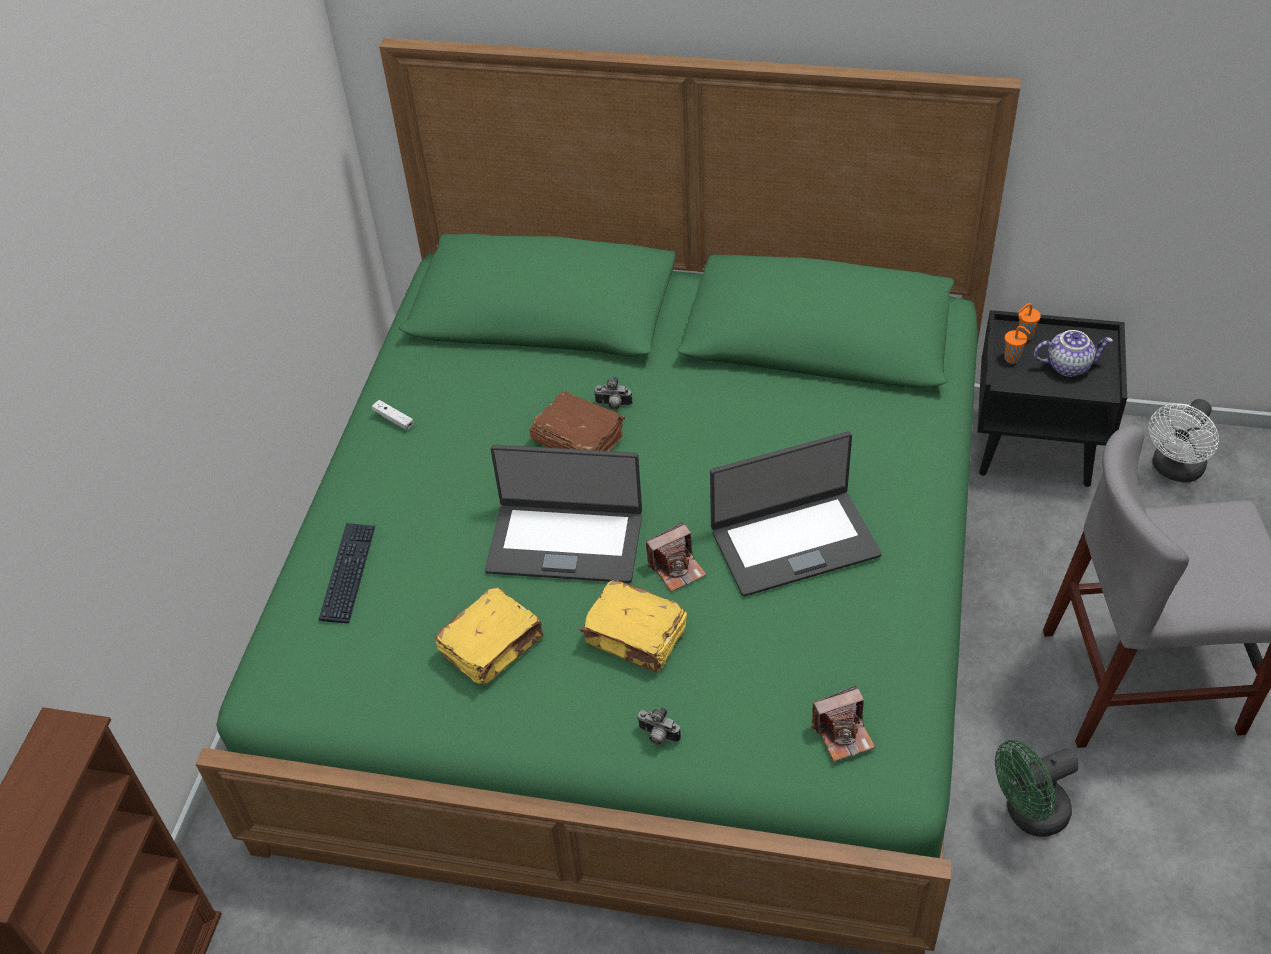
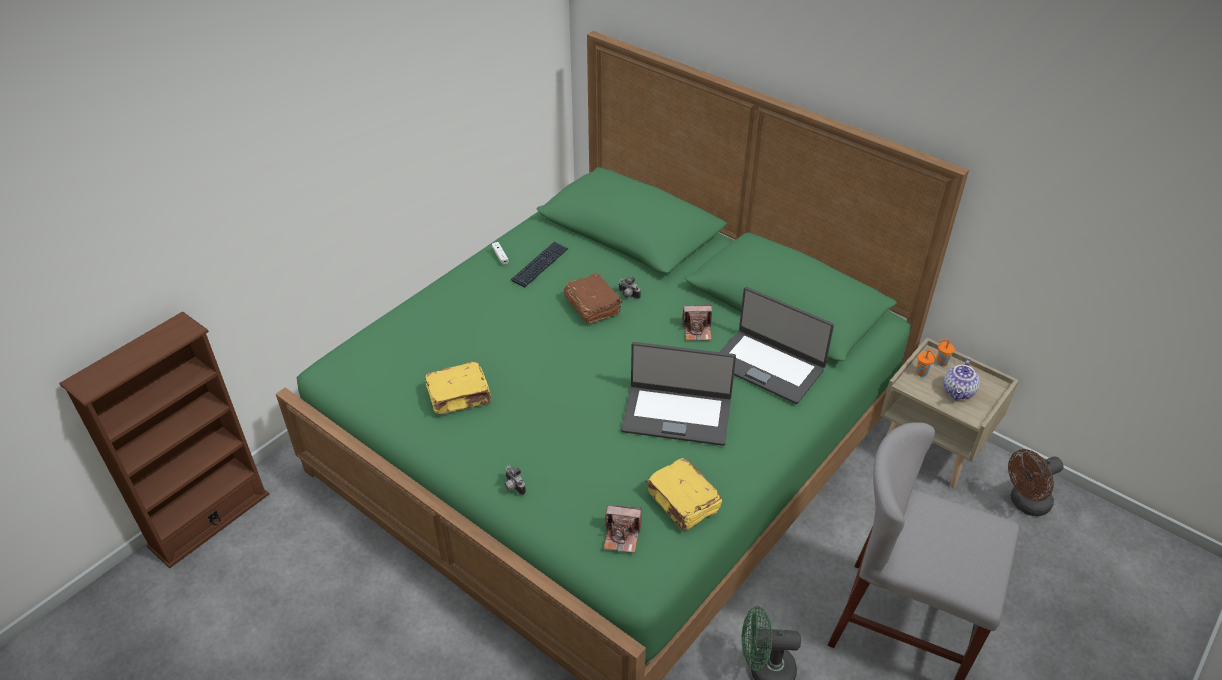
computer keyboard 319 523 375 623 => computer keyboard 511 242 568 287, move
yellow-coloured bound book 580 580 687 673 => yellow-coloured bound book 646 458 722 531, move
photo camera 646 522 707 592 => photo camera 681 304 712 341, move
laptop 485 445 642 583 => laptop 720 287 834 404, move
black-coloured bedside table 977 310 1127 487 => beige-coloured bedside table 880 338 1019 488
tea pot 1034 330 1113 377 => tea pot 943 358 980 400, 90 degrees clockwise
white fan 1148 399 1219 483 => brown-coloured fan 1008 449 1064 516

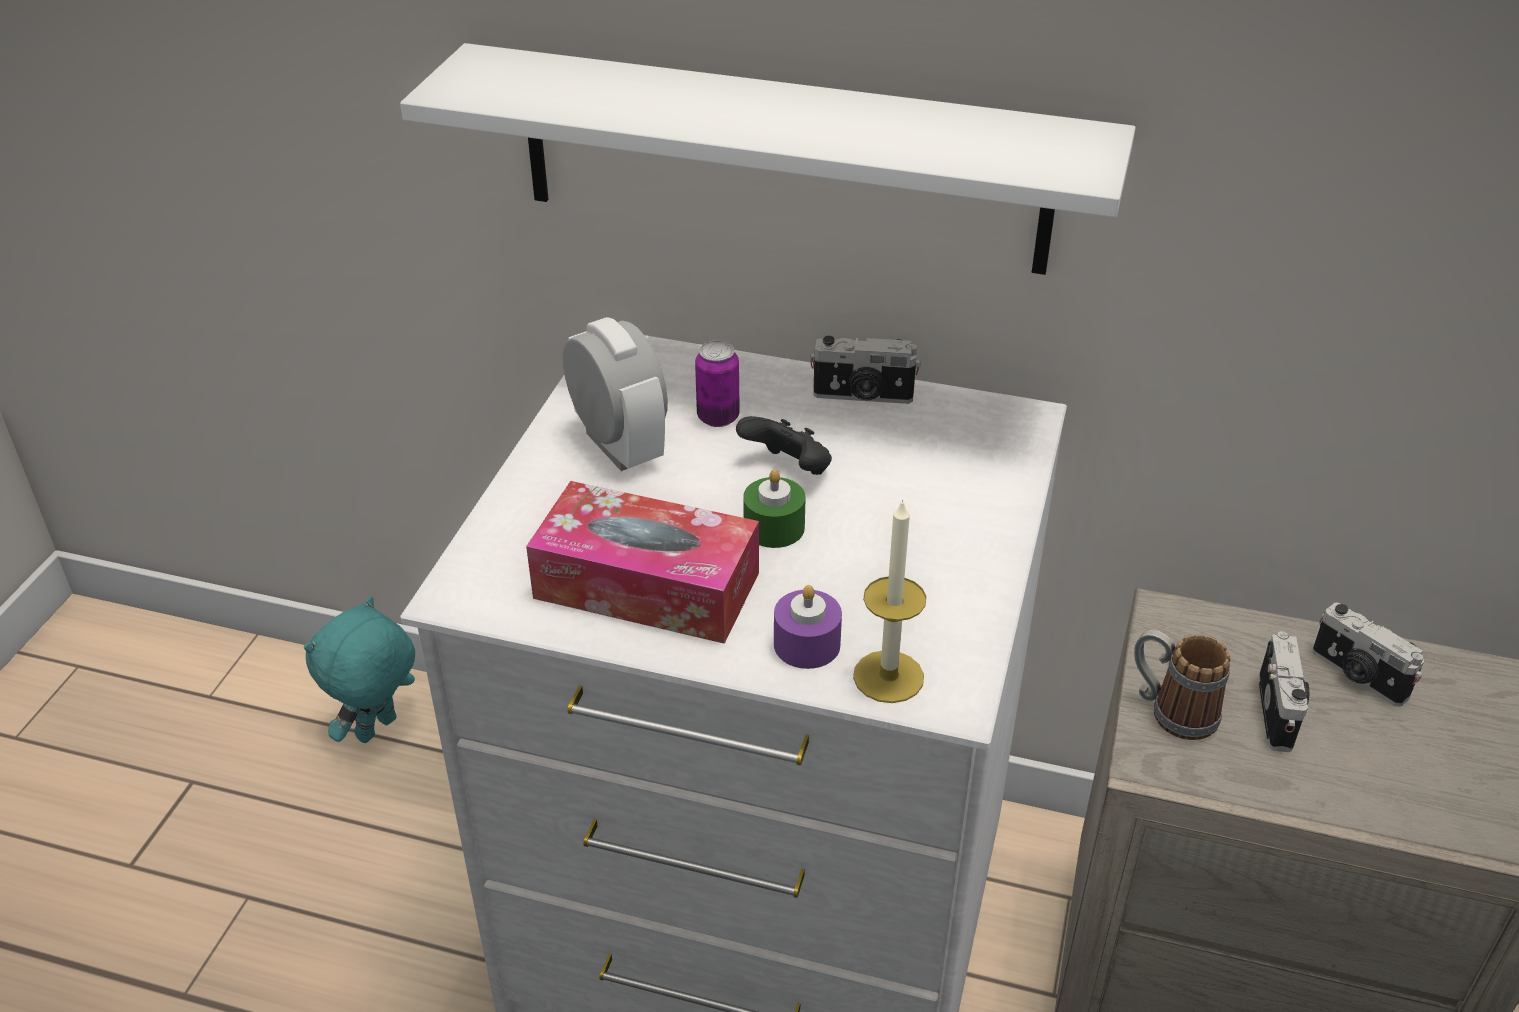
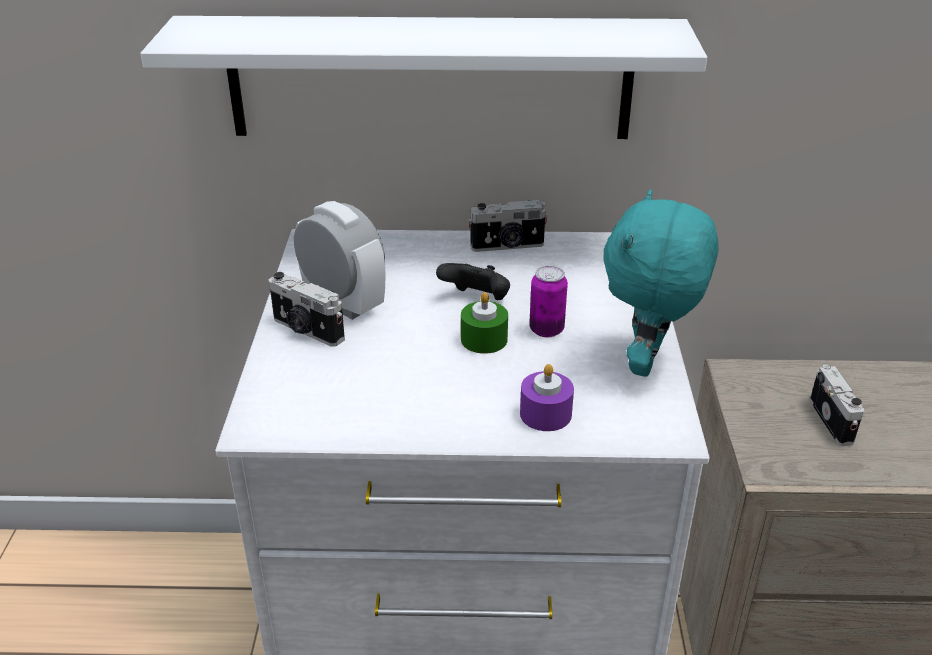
photo camera 1312 603 1424 707 => photo camera 269 272 345 347, move
metal can 695 340 740 427 => metal can 529 266 568 337, move
turquoise-coloured soft toy 304 596 415 743 => turquoise-coloured soft toy 604 189 719 377, move
box of tissues 526 481 759 644 => nothing
wax light 853 499 927 703 => nothing
coffee mug 1134 630 1230 740 => nothing

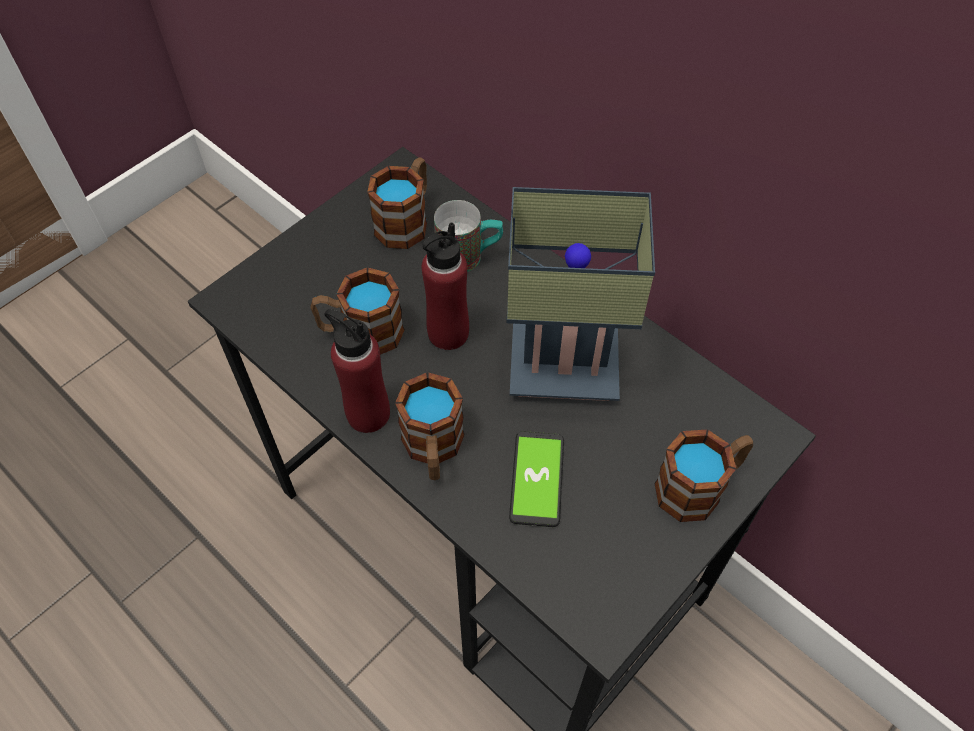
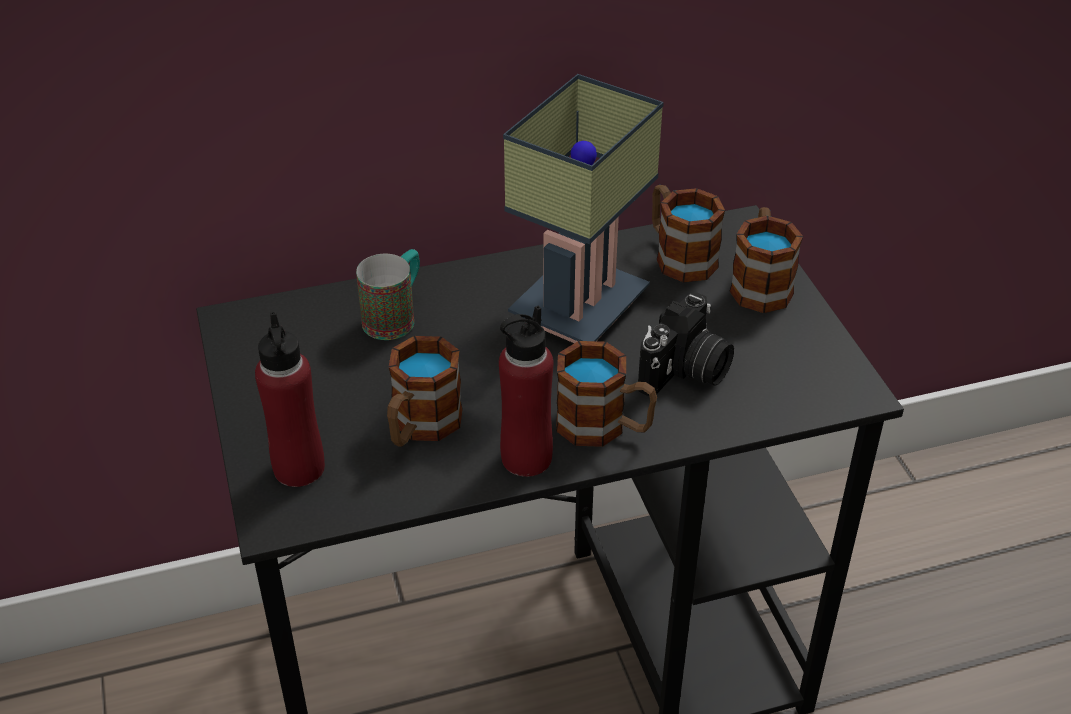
red drink bottle 422 222 469 350 => red drink bottle 255 312 325 487, move
handset 509 431 564 527 => photo camera 638 293 734 396
coffee mug 367 158 427 249 => coffee mug 652 185 725 283, move

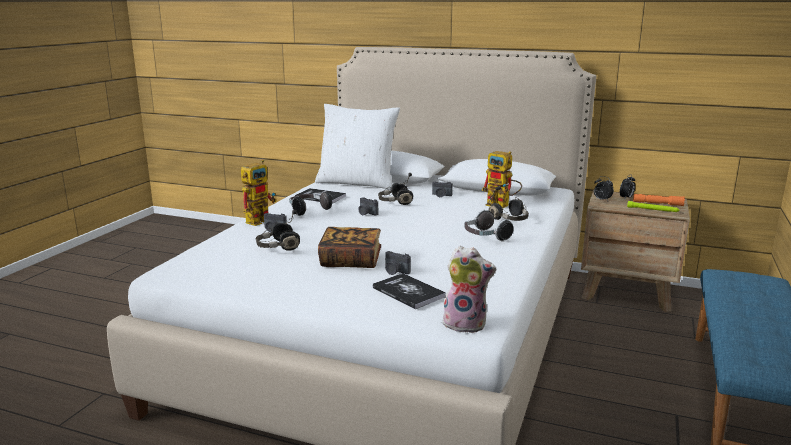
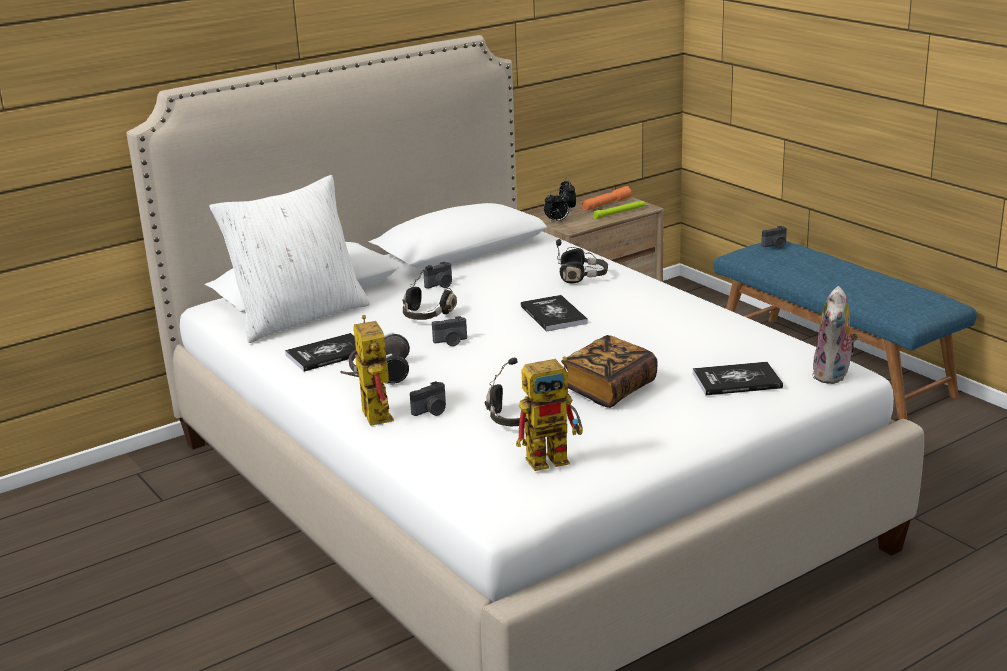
toy robot 482 151 522 209 => toy robot 516 357 583 471, move
nothing => bound book 521 295 588 332
photo camera 385 251 411 275 => photo camera 761 226 787 248, move
soft toy 442 246 496 333 => soft toy 812 286 859 384, 150 degrees clockwise
pair of headphones 464 209 514 242 => nothing

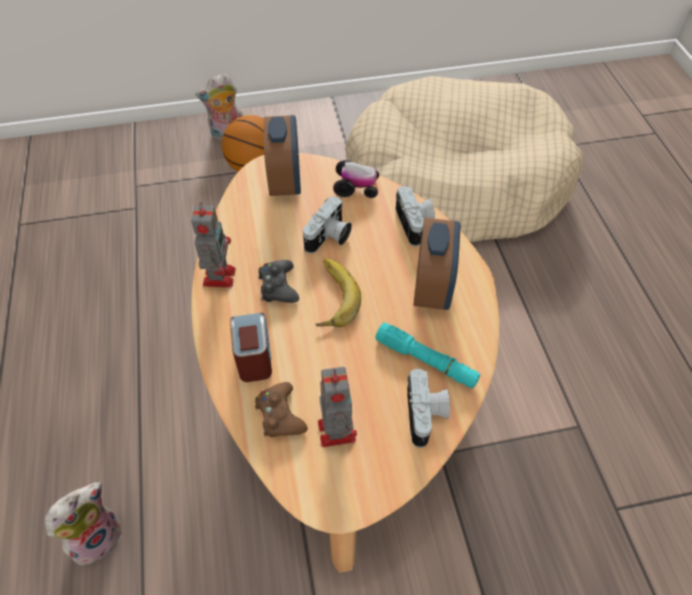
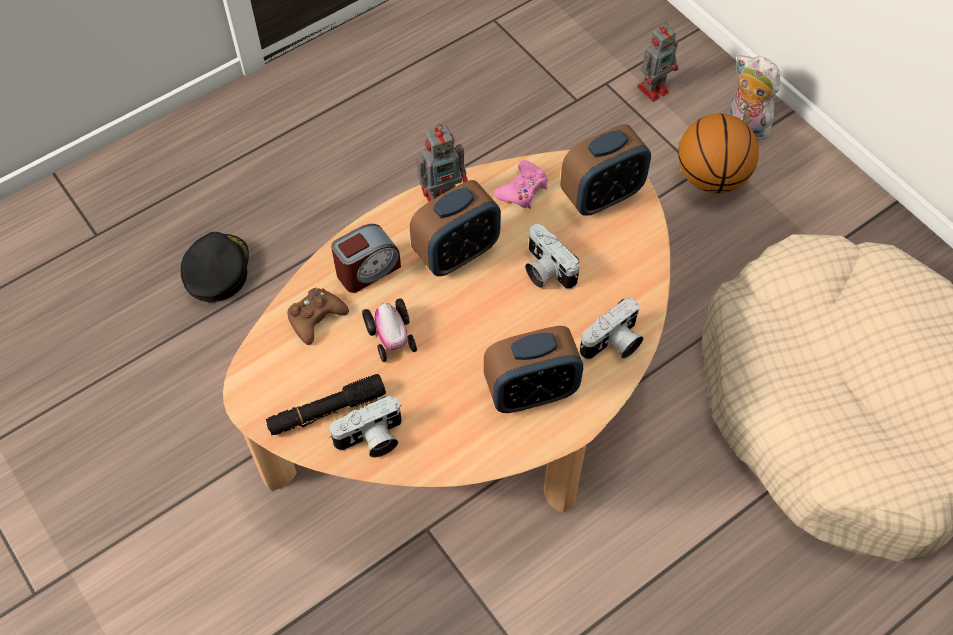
soft toy 45 482 122 566 => black-coloured peaked cap 181 232 249 302
nothing => black-coloured hand torch 266 374 386 435
toy car 333 160 379 198 => toy car 362 298 417 362, move
black-coloured joypad 258 260 299 303 => table clock 410 180 501 276
nothing => pink joypad 494 160 548 209
photo camera 303 196 352 254 => photo camera 525 224 580 290, 45 degrees clockwise
toy robot 318 367 357 447 => toy robot 637 22 678 102, move
banana fruit 316 258 361 327 => nothing
turquoise-coloured hand torch 375 323 480 388 => nothing

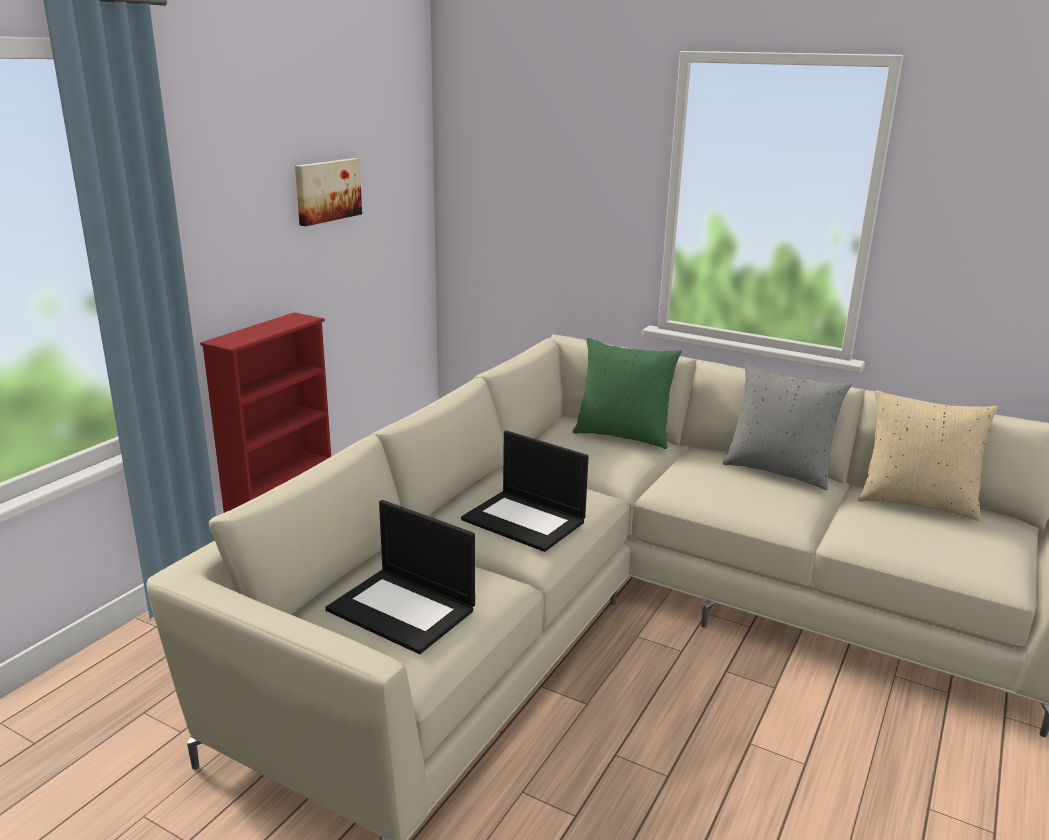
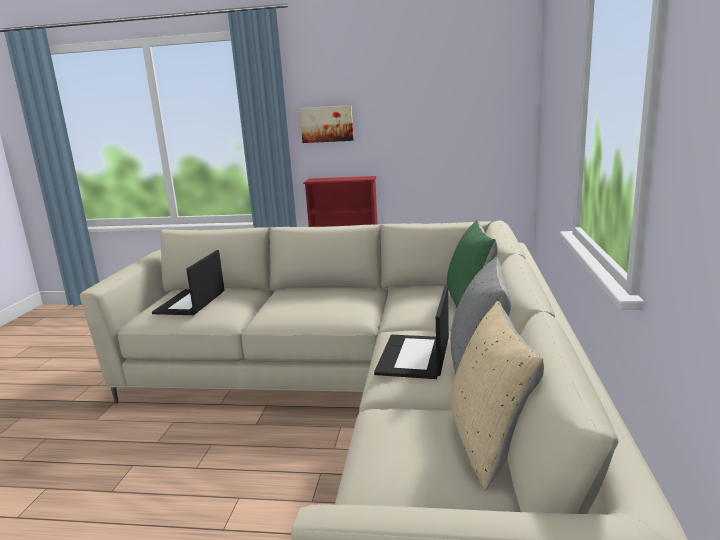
wall art 295 158 362 226 => wall art 299 105 354 143, move
laptop 461 430 589 552 => laptop 374 285 449 379, move

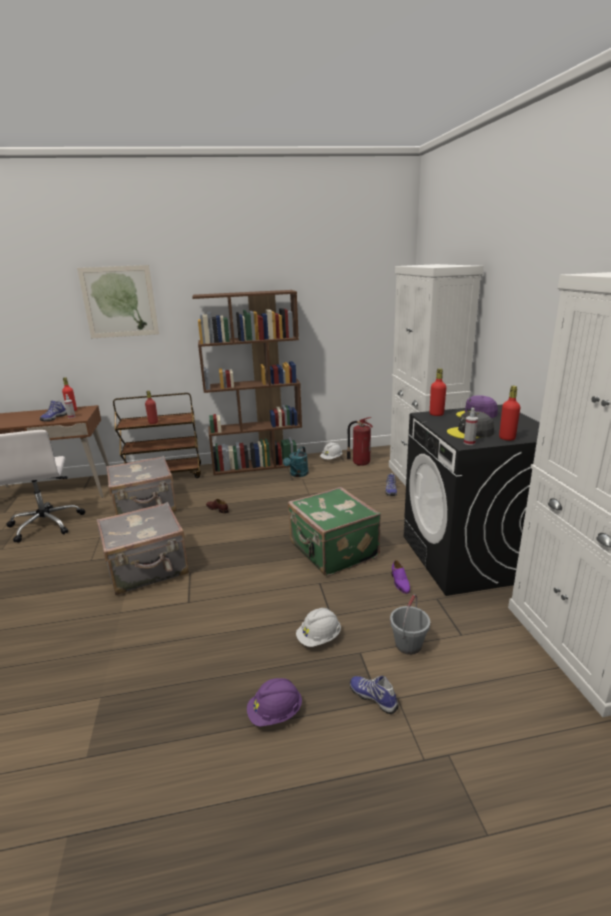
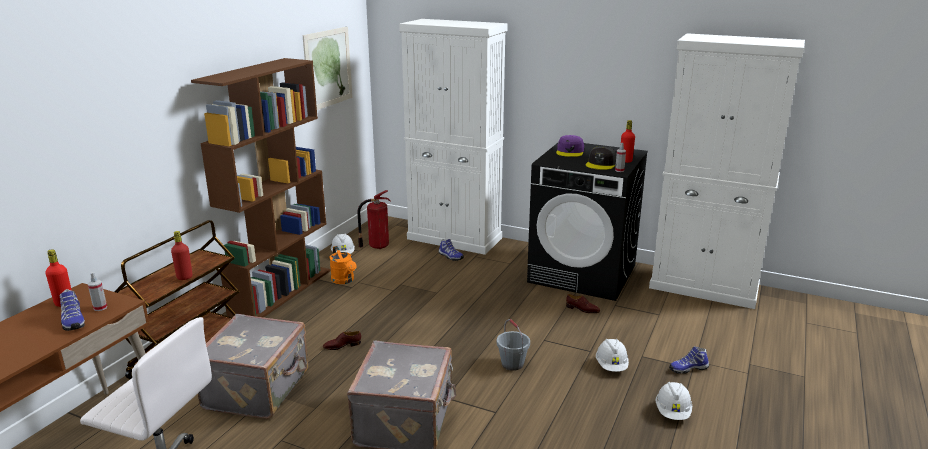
wall art 77 265 159 338 => wall art 303 27 352 110, move
turquoise-coloured watering pot 283 446 309 477 => orangey watering pot 329 246 356 284
grey pail 390 594 430 655 => grey pail 497 319 530 371, move
purplish shoe 391 560 410 594 => brown-coloured shoe 566 294 600 313
purplish safety helmet 247 678 302 727 => white safety helmet 656 382 692 420
green travel case 288 487 381 576 => nothing
red drink bottle 430 368 446 416 => nothing

